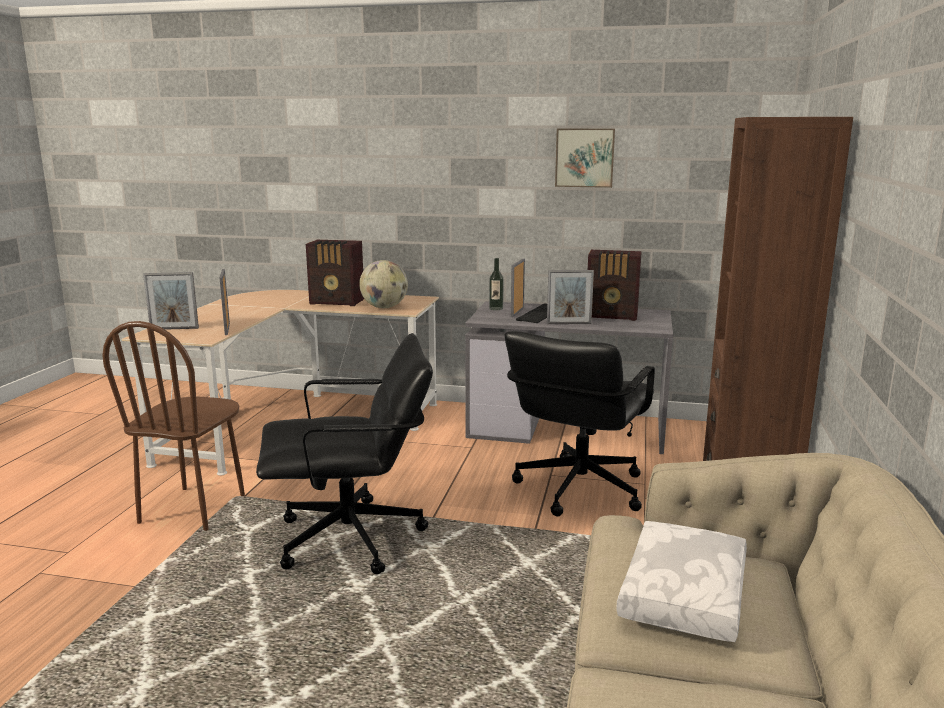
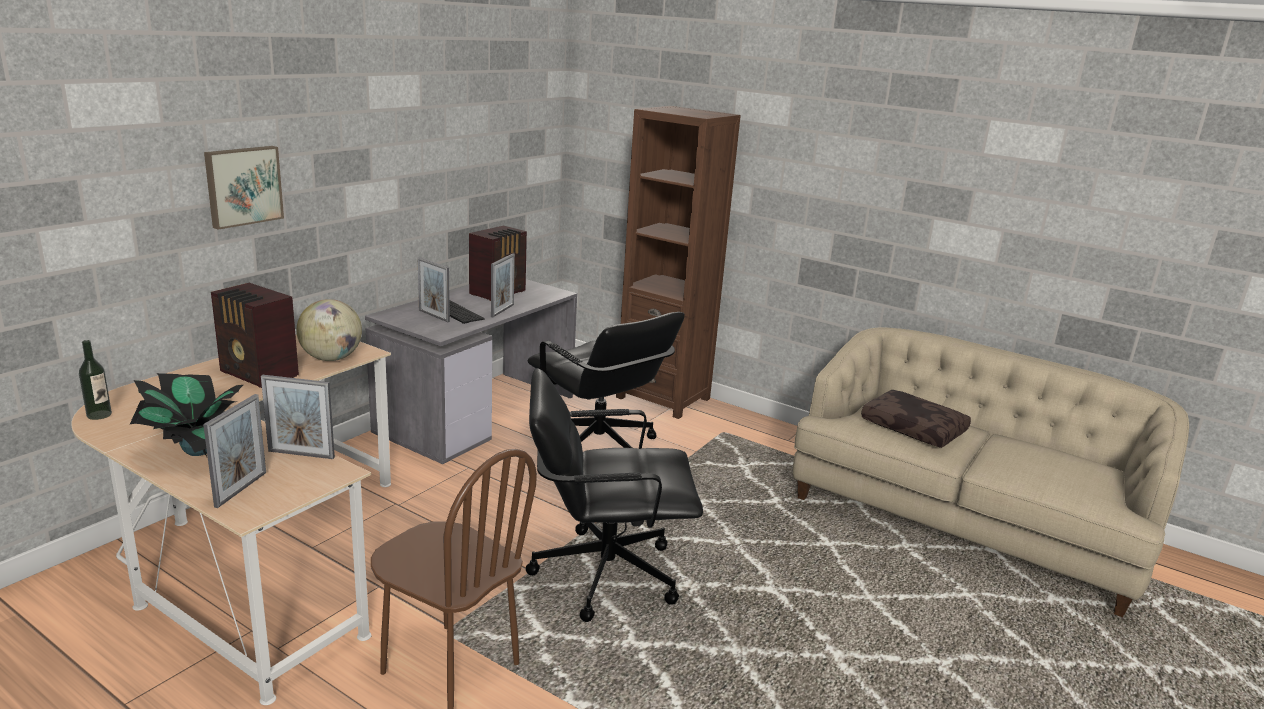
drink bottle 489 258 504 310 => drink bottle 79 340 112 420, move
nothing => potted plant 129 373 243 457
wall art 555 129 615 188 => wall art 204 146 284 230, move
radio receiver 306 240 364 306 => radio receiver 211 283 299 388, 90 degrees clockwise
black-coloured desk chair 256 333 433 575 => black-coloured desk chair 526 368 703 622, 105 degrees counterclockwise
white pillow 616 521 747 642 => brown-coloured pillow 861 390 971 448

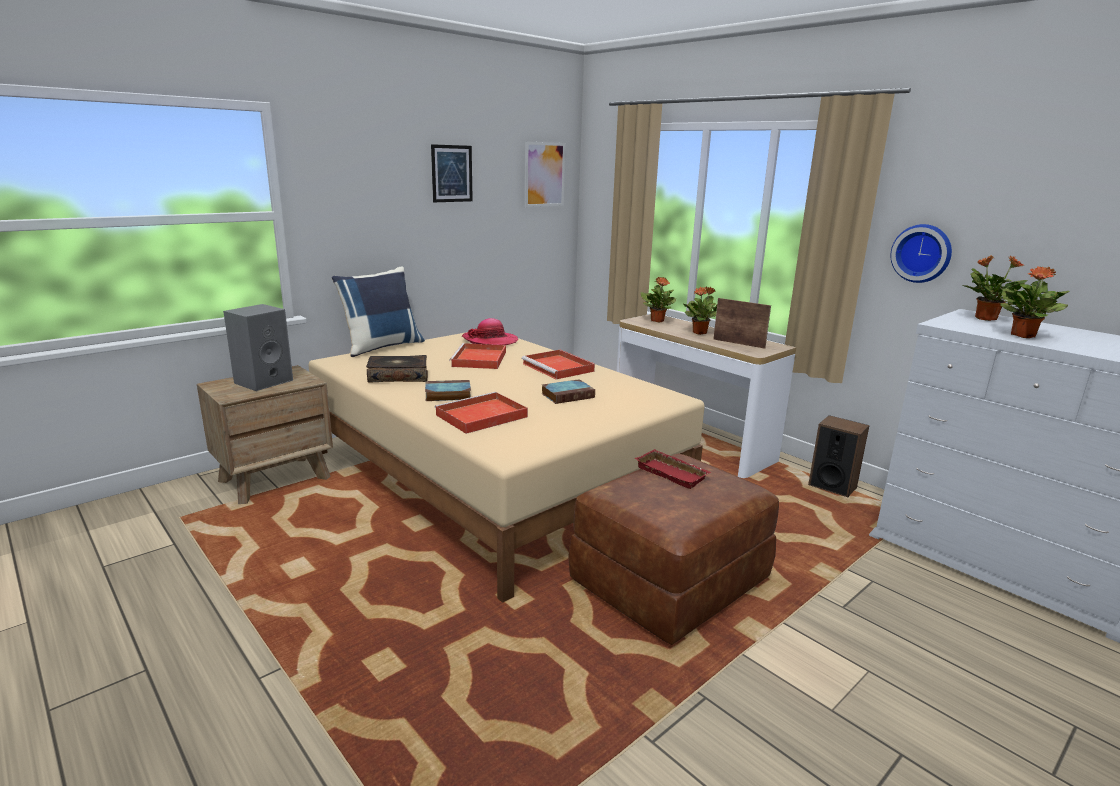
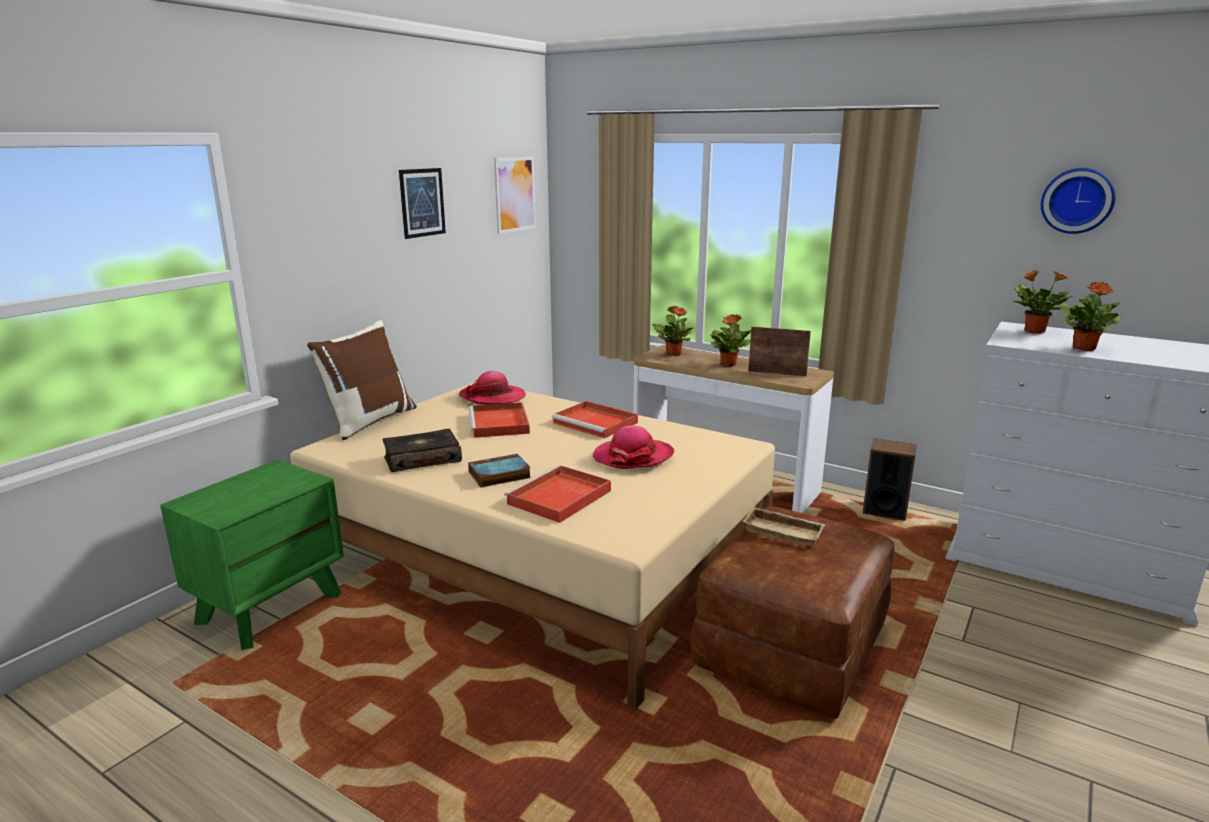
brown-coloured bedside table 197 365 333 504 => green bedside table 160 460 344 650
blue pillow 332 266 425 357 => brown-coloured pillow 307 320 417 440
bound book 541 379 595 404 => hat 593 425 674 469
red serving tray 635 449 711 489 => beige-coloured serving tray 742 507 825 547
wall clock 890 224 952 283 => wall clock 1041 168 1116 234, move
grey audio speaker 223 304 293 391 => nothing

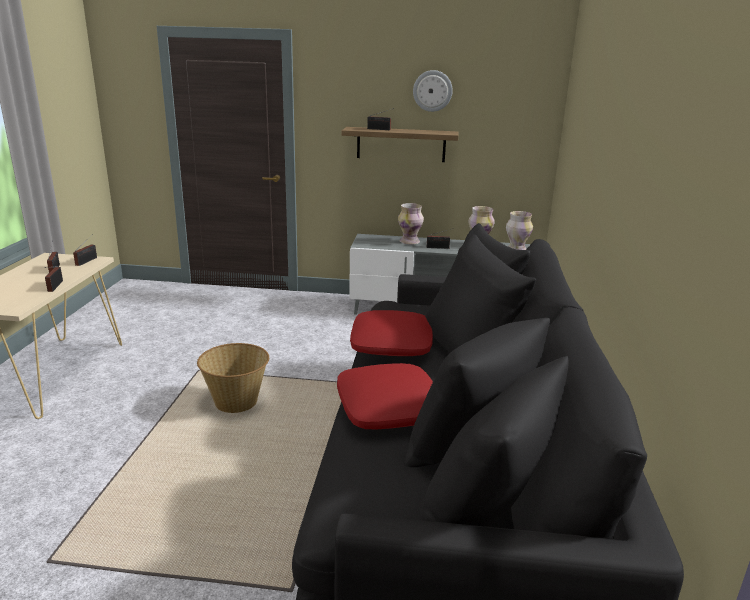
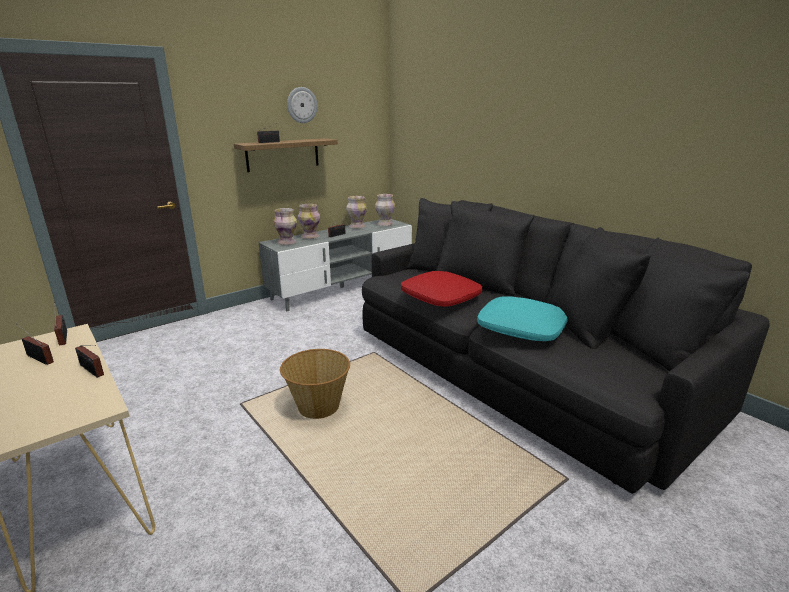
nothing => flower vase 273 208 297 245
red pillow 337 363 433 429 => turquoise-coloured pillow 477 297 568 341

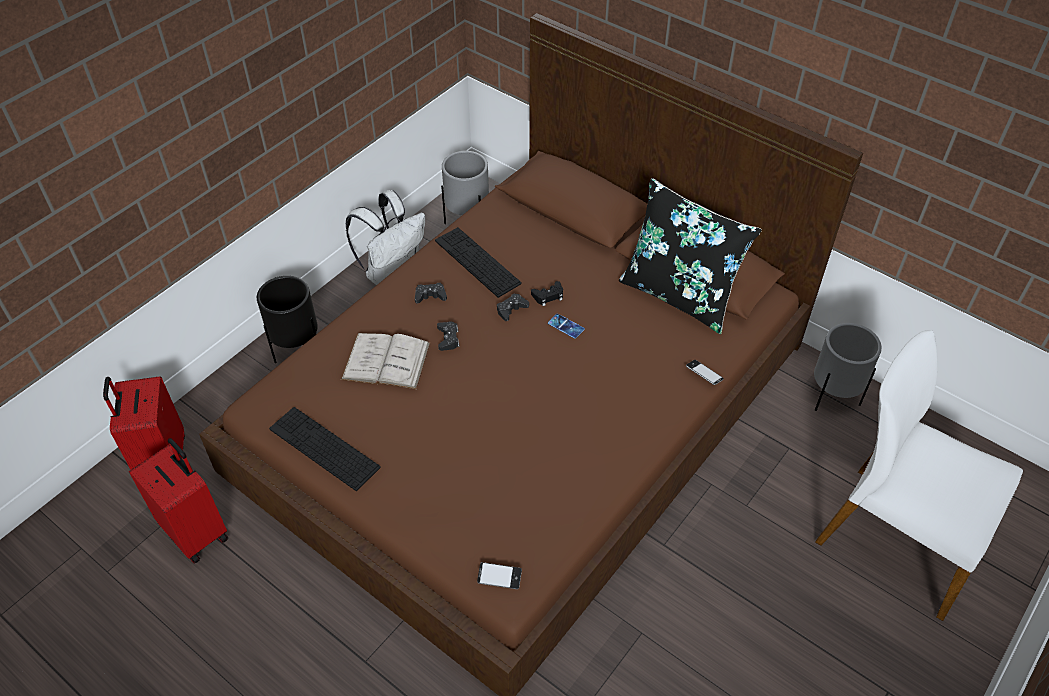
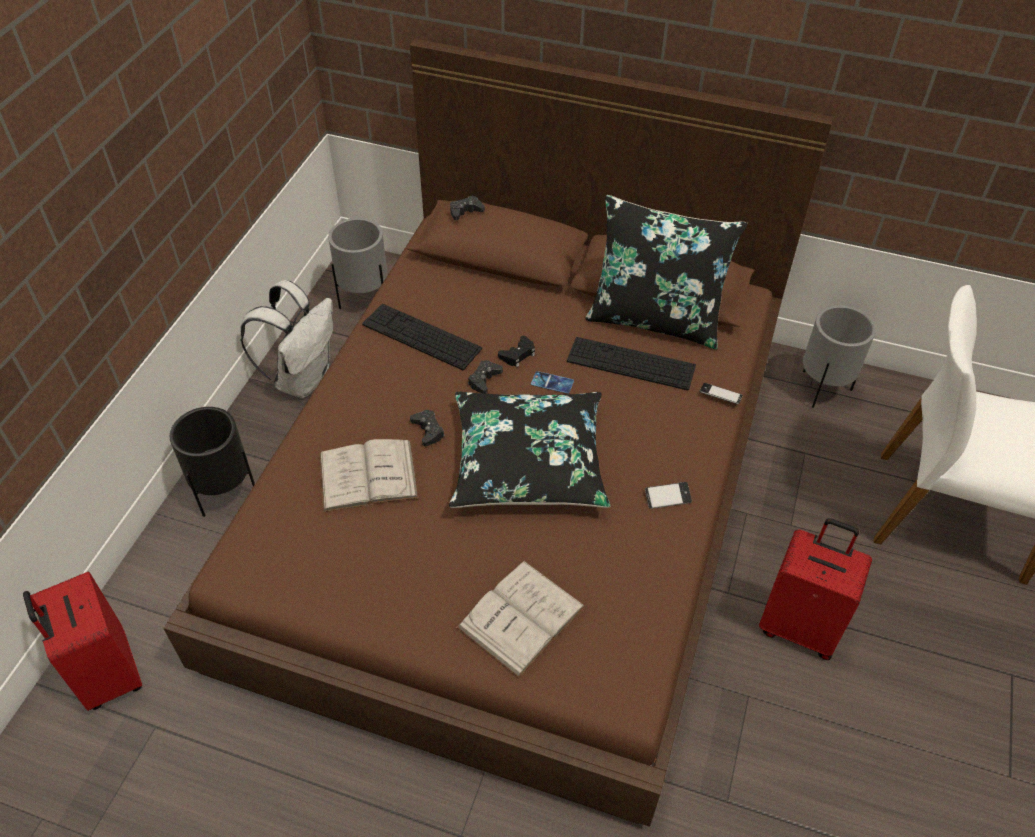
nothing => black-coloured pillow 449 392 611 508
black-coloured joypad 415 283 447 303 => black-coloured joypad 450 196 485 220, move
nothing => white bound book 457 561 586 678
computer keyboard 269 407 381 491 => computer keyboard 567 337 696 391, move
handset 477 562 522 589 => handset 645 482 692 509, move
red travel case 129 438 228 563 => red travel case 759 518 872 660, move

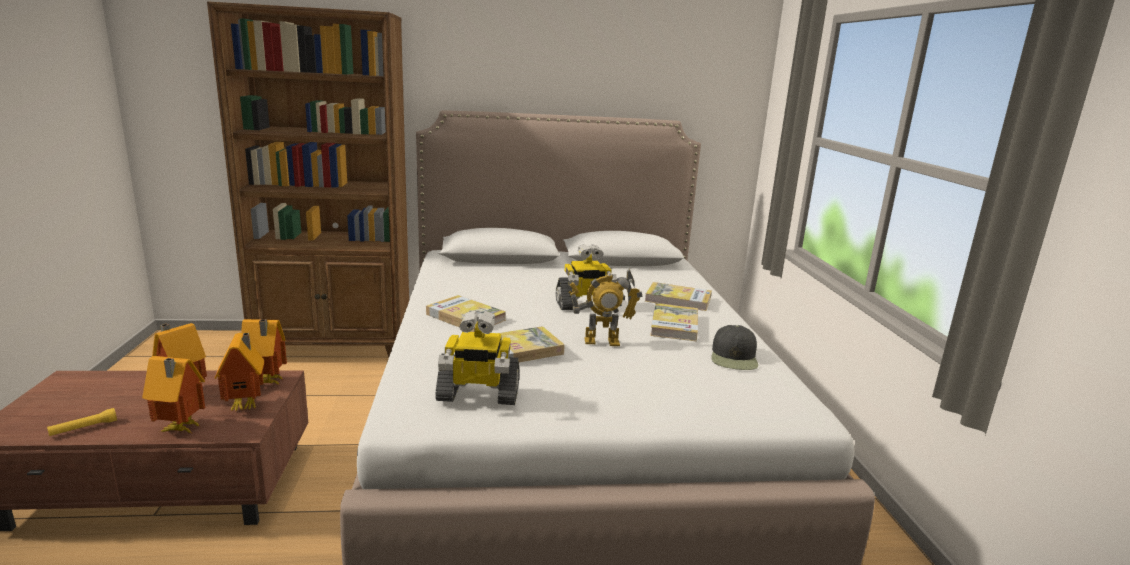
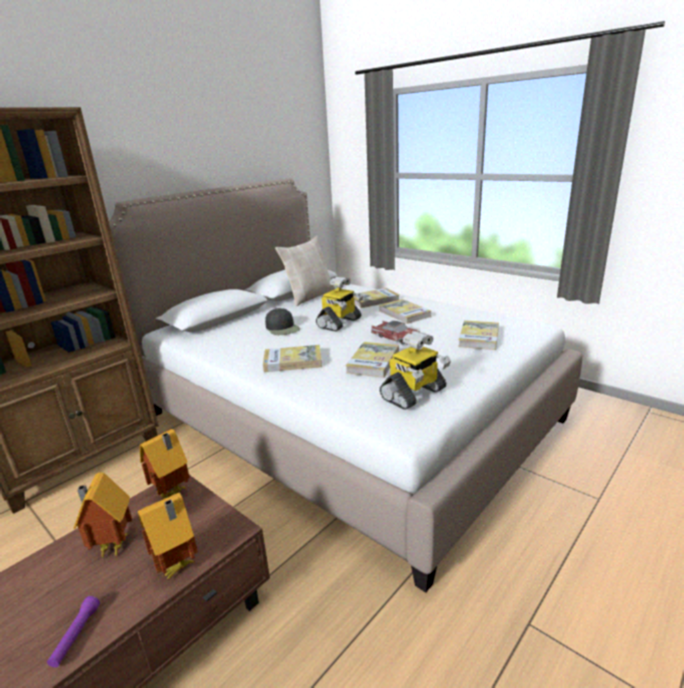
yellow-coloured hand torch 47 408 117 436 => purplish hand torch 47 596 100 667
black-coloured peaked cap 711 325 758 370 => black-coloured peaked cap 265 308 300 335, move
nothing => beige-coloured pillow 275 236 336 306
toy robot 569 269 643 346 => toy car 371 321 420 345
nothing => bound book 458 320 499 350
toy house 215 333 264 411 => nothing

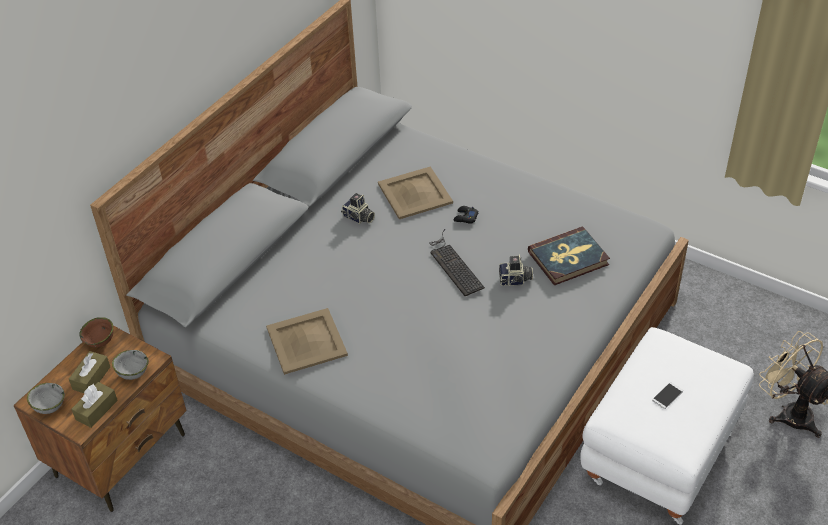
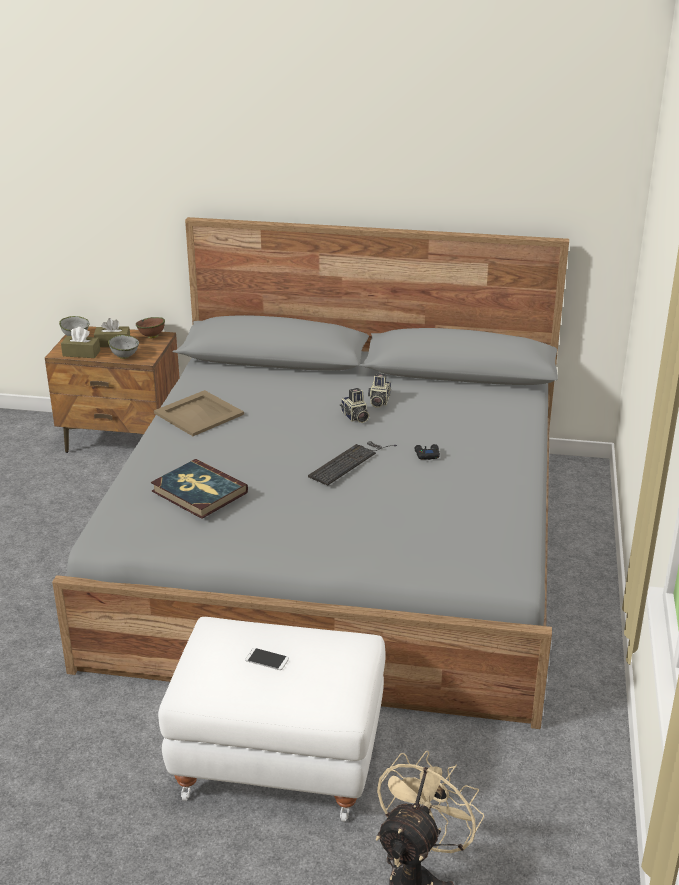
bound book 528 226 610 285 => bound book 151 459 248 519, move
photo camera 499 255 533 286 => photo camera 340 388 369 423, move
beige-coloured serving tray 378 166 453 219 => nothing

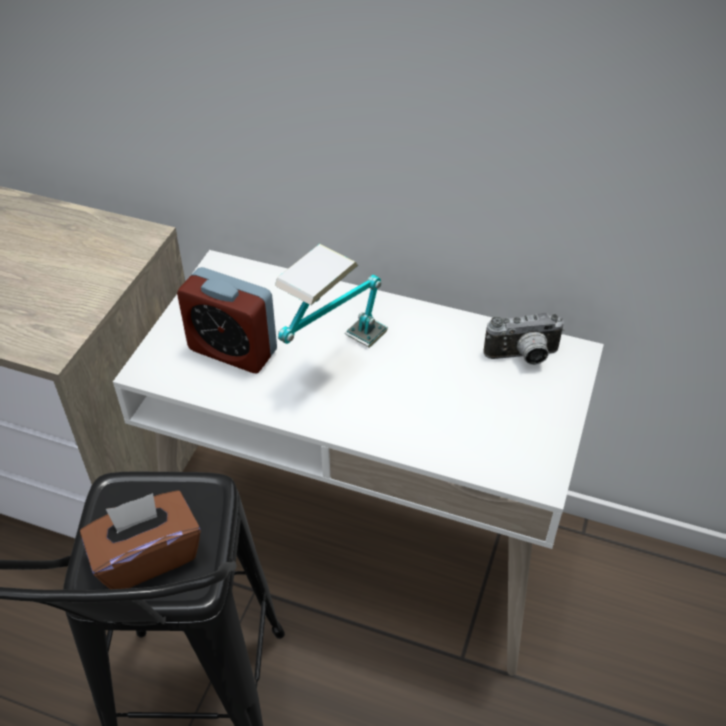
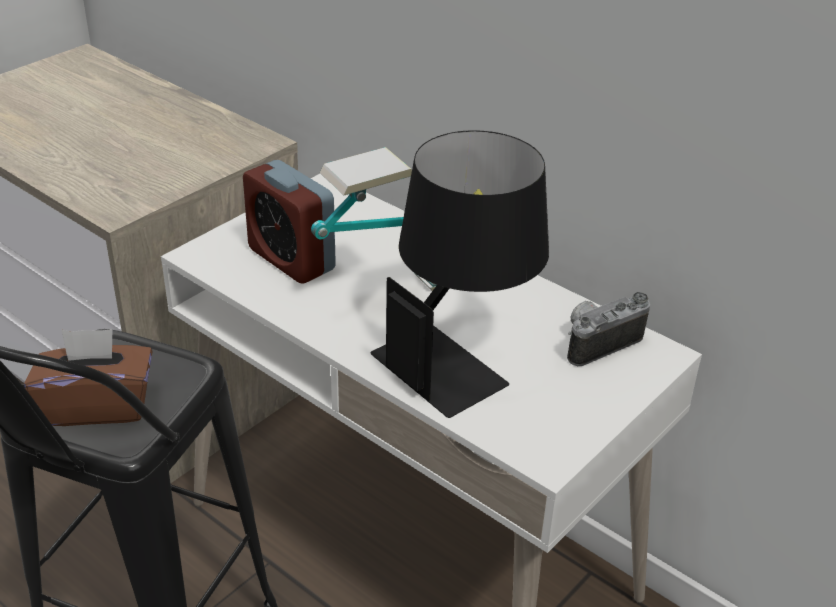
nothing => black-coloured table lamp 371 130 549 418
photo camera 483 313 565 365 => photo camera 567 292 650 366, 135 degrees clockwise

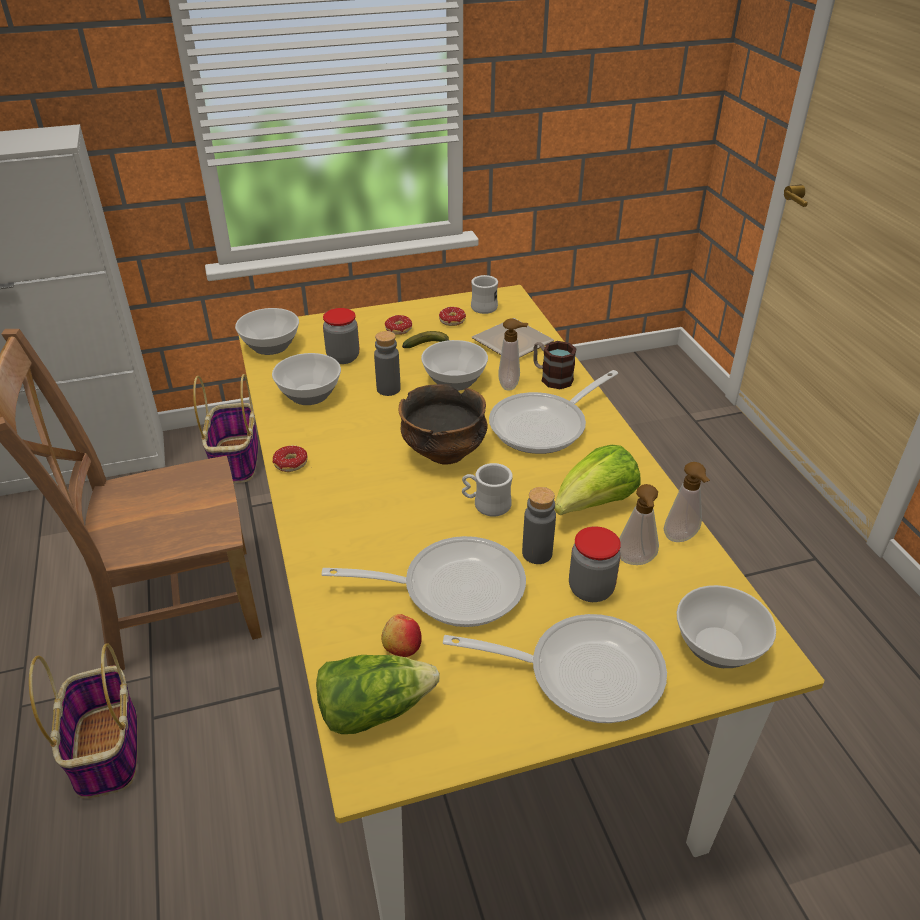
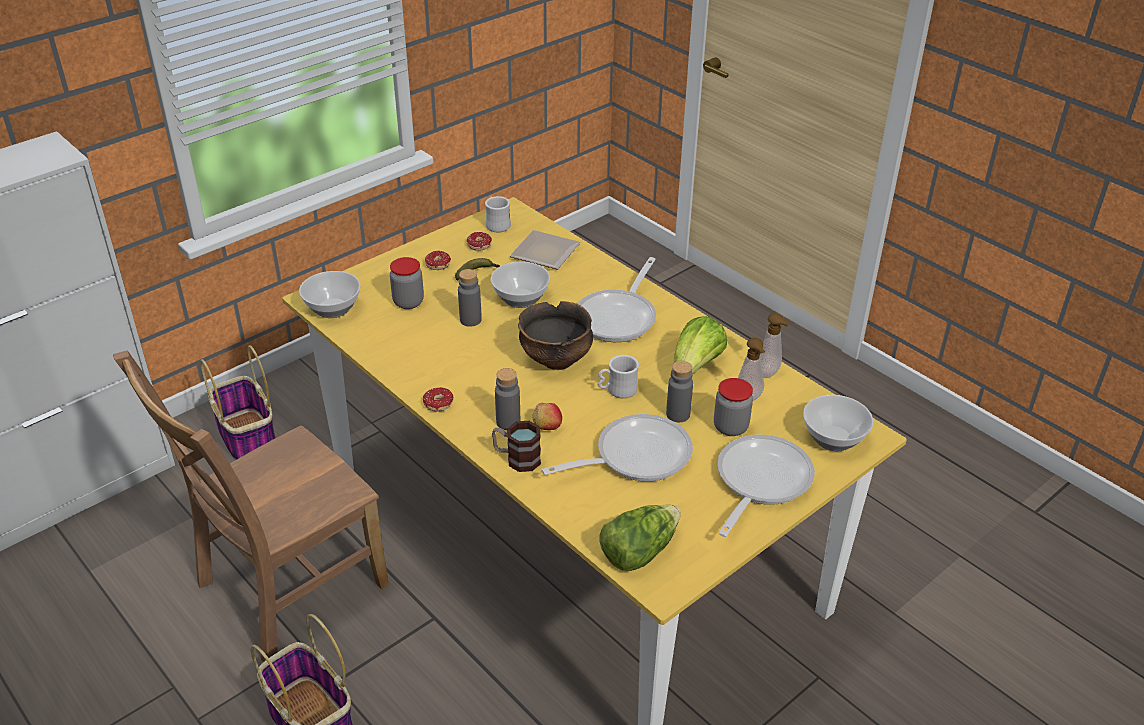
coffee mug 534 341 576 389 => coffee mug 492 421 541 472, move
nothing => grey drink bottle 495 368 520 430
apple 381 614 422 657 => apple 532 403 562 430, move
skillet 443 614 667 723 => skillet 717 435 815 537, 45 degrees counterclockwise
deep dish 272 353 341 405 => nothing
soap bottle 498 318 528 391 => nothing

